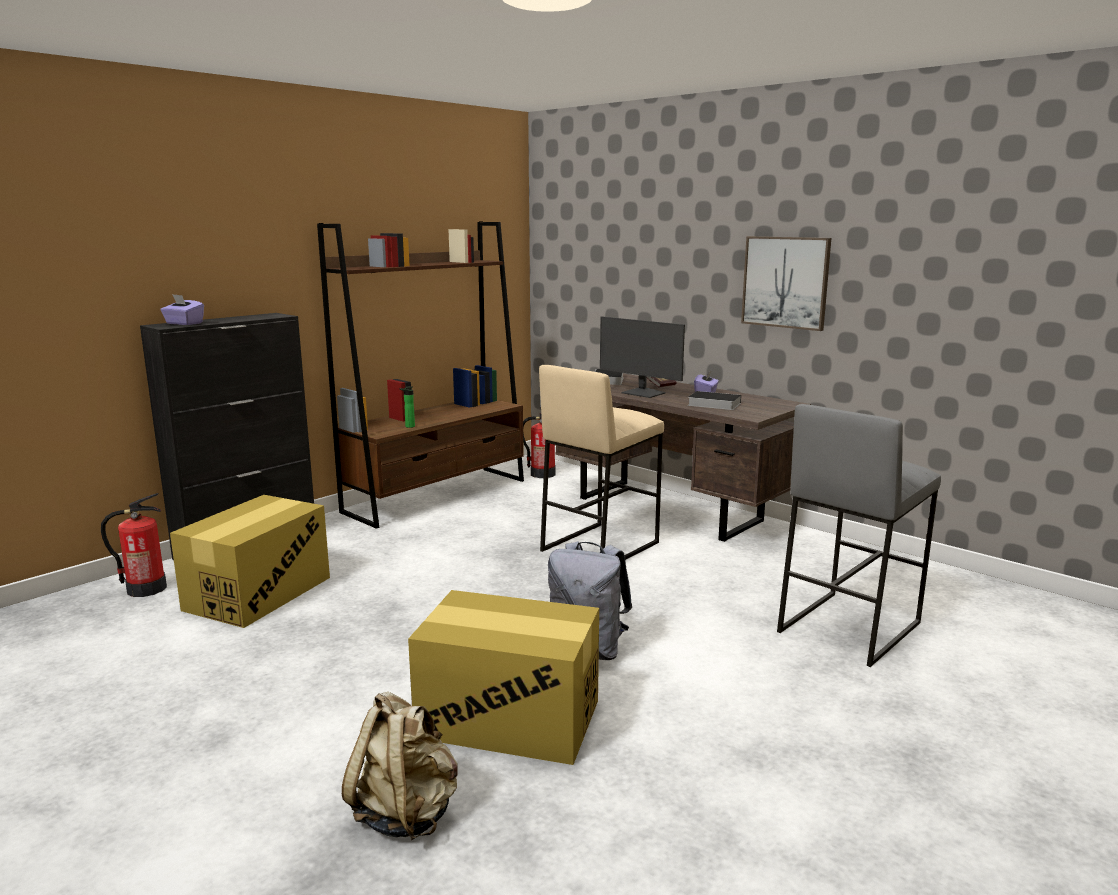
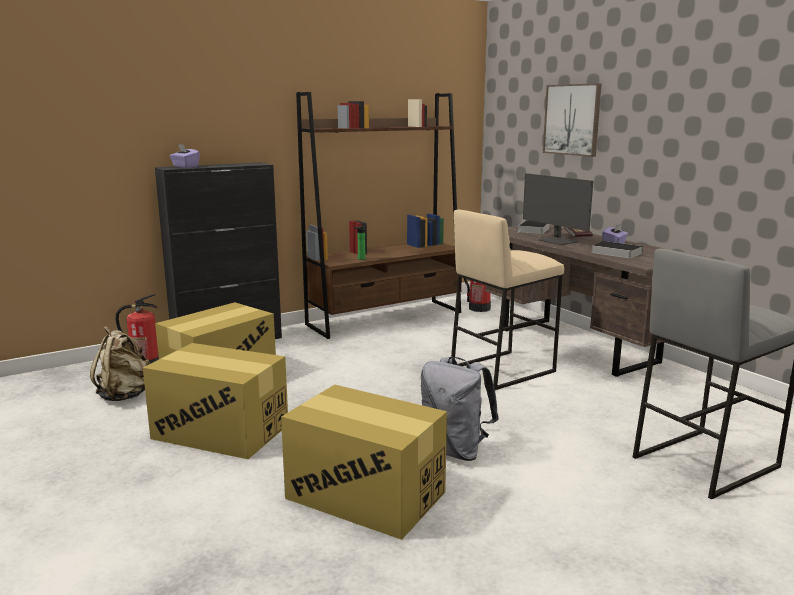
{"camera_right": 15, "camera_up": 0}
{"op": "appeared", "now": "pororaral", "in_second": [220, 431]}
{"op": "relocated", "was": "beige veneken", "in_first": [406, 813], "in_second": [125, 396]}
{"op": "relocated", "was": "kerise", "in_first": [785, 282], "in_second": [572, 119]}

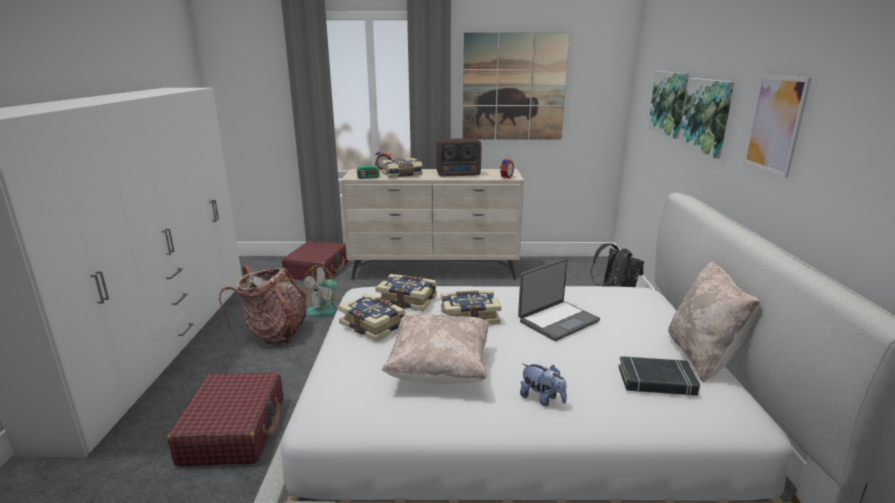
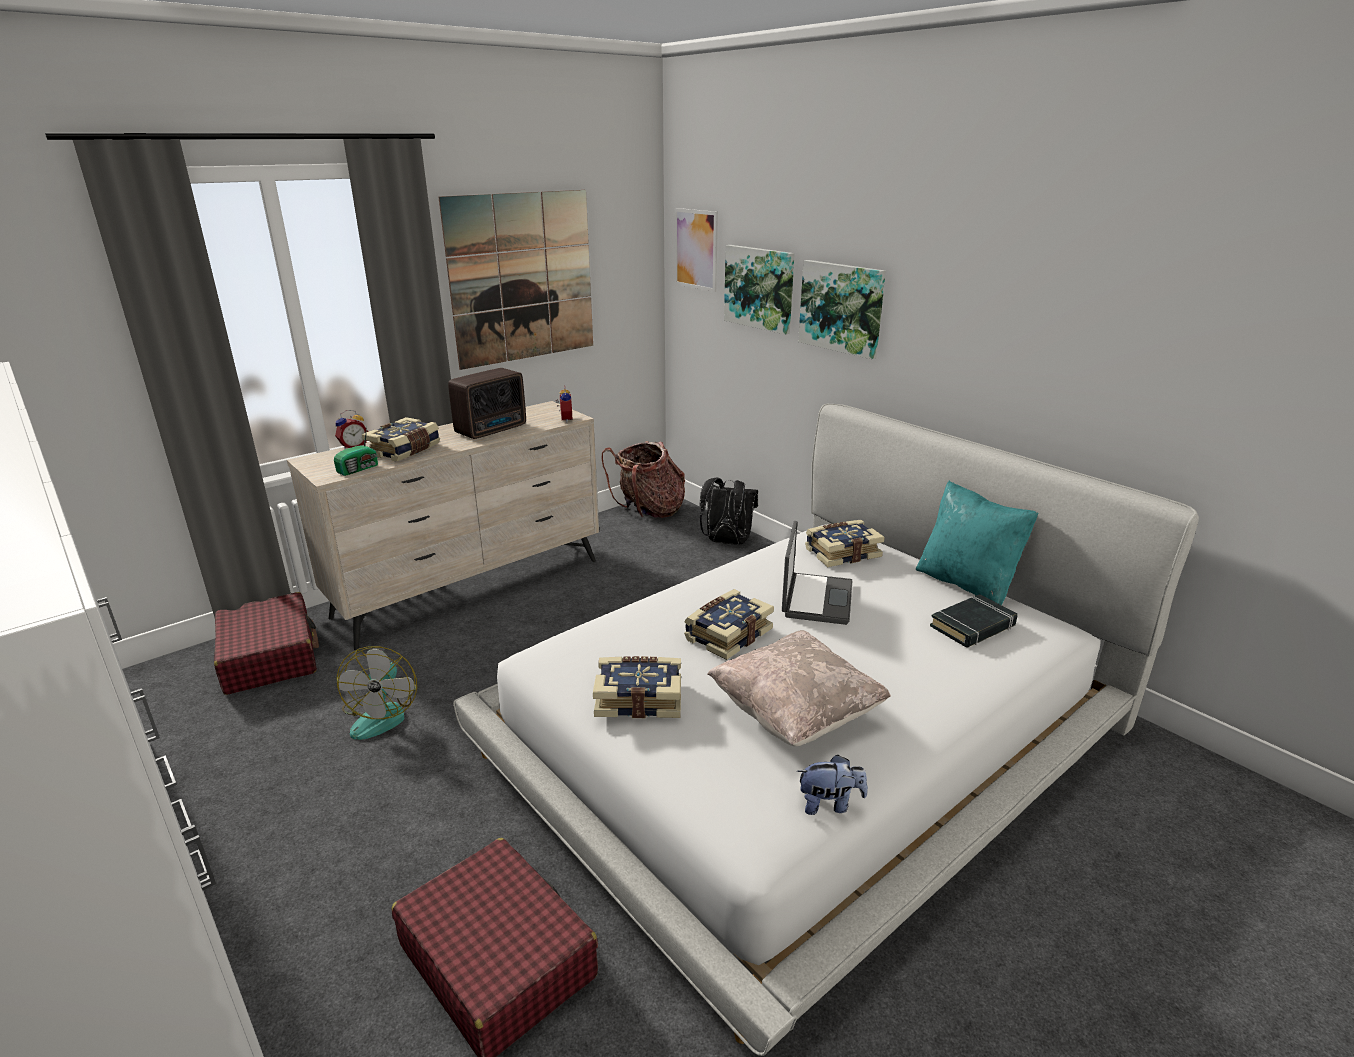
{"camera_right": -40, "camera_up": 5}
{"op": "relocated", "was": "veneken", "in_first": [274, 333], "in_second": [649, 511]}
{"op": "relocated", "was": "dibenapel", "in_first": [407, 300], "in_second": [842, 553]}
{"op": "relocated", "was": "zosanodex", "in_first": [542, 399], "in_second": [829, 804]}
{"op": "relocated", "was": "kerise", "in_first": [775, 124], "in_second": [696, 249]}
{"op": "colour", "was": "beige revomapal", "now": "turquoise revomapal", "in_first": [702, 356], "in_second": [966, 584]}

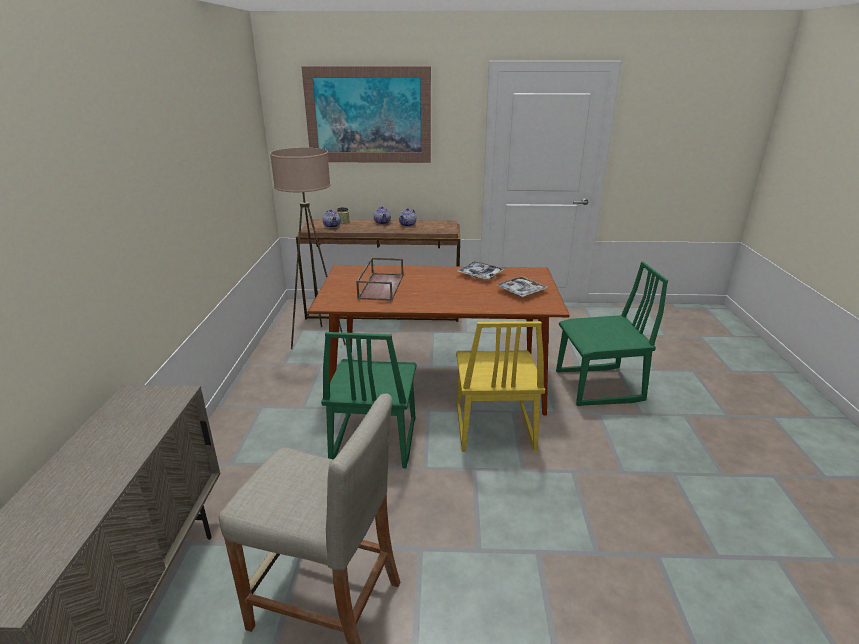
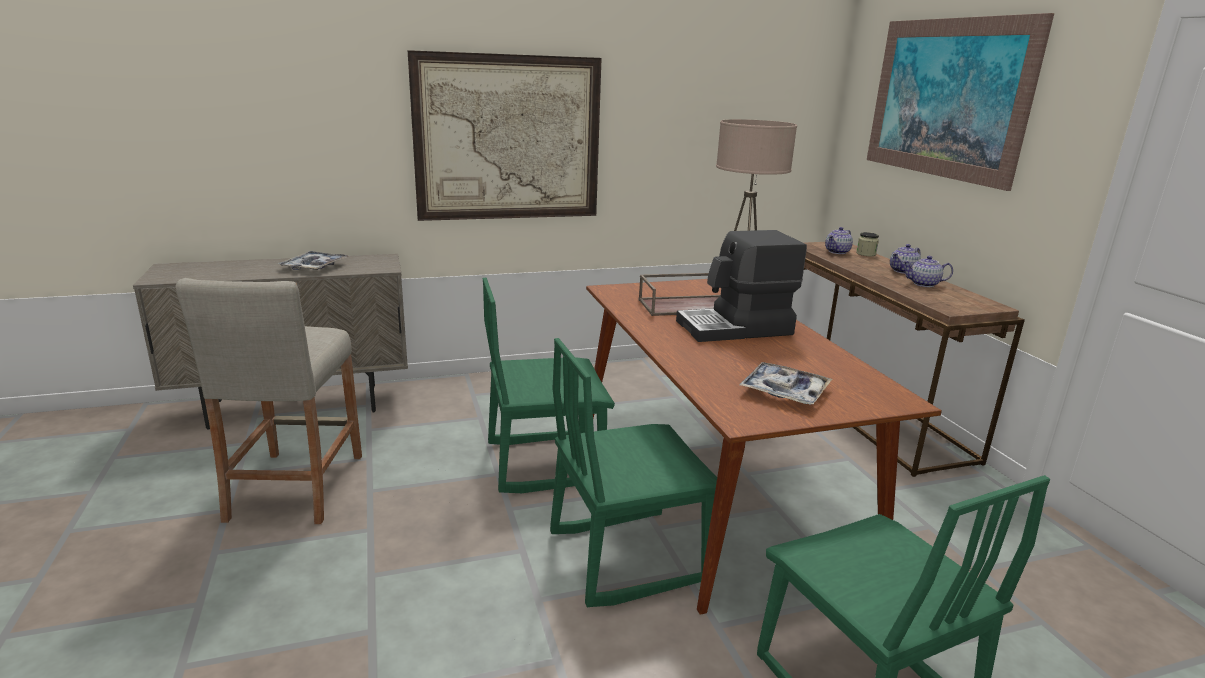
{"camera_right": 70, "camera_up": -5}
{"op": "appeared", "now": "kerise", "in_second": [508, 139]}
{"op": "appeared", "now": "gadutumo", "in_second": [736, 328]}
{"op": "relocated", "was": "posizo", "in_first": [480, 275], "in_second": [314, 267]}
{"op": "colour", "was": "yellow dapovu", "now": "green dapovu", "in_first": [493, 428], "in_second": [626, 556]}

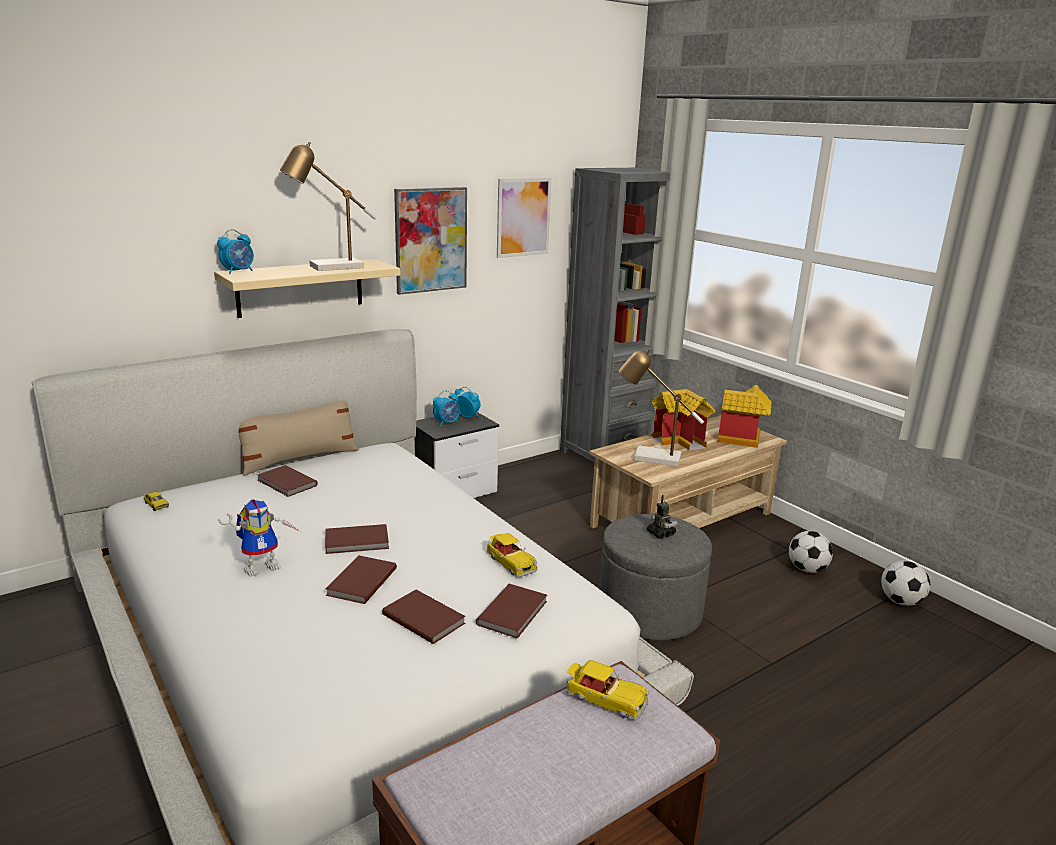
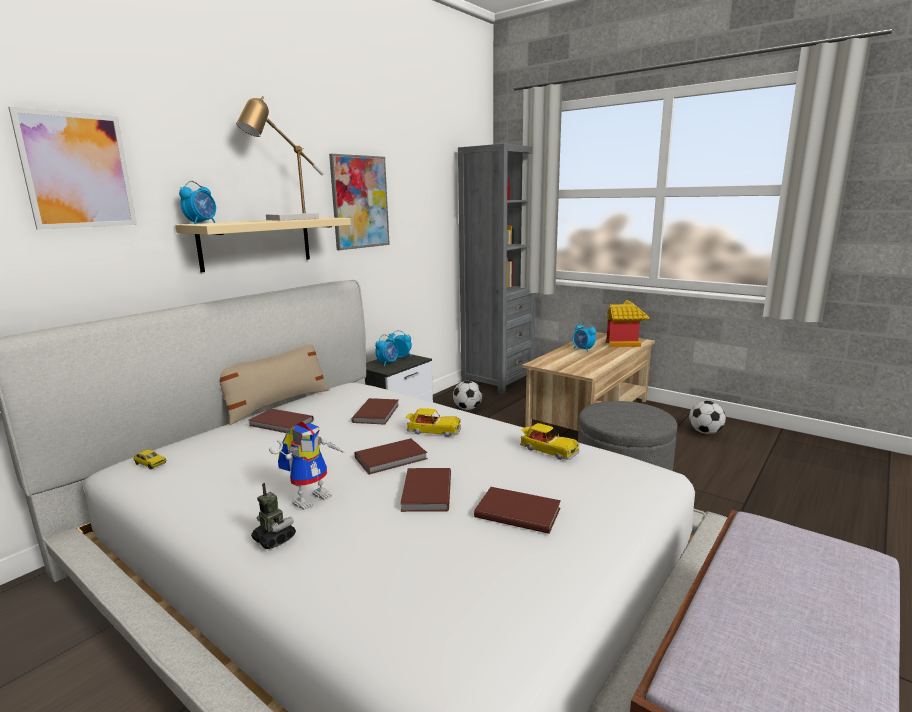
{"camera_right": -15, "camera_up": -5}
{"op": "missing", "was": "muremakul", "in_first": [650, 457]}
{"op": "relocated", "was": "brown dibenapel", "in_first": [514, 613], "in_second": [377, 413]}
{"op": "relocated", "was": "kerise", "in_first": [523, 217], "in_second": [77, 171]}
{"op": "relocated", "was": "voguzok", "in_first": [604, 699], "in_second": [433, 431]}
{"op": "relocated", "was": "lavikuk", "in_first": [660, 534], "in_second": [274, 539]}
{"op": "relocated", "was": "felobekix", "in_first": [900, 601], "in_second": [467, 408]}
{"op": "exchanged", "was": "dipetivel", "now": "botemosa", "in_first": [681, 441], "in_second": [583, 350]}

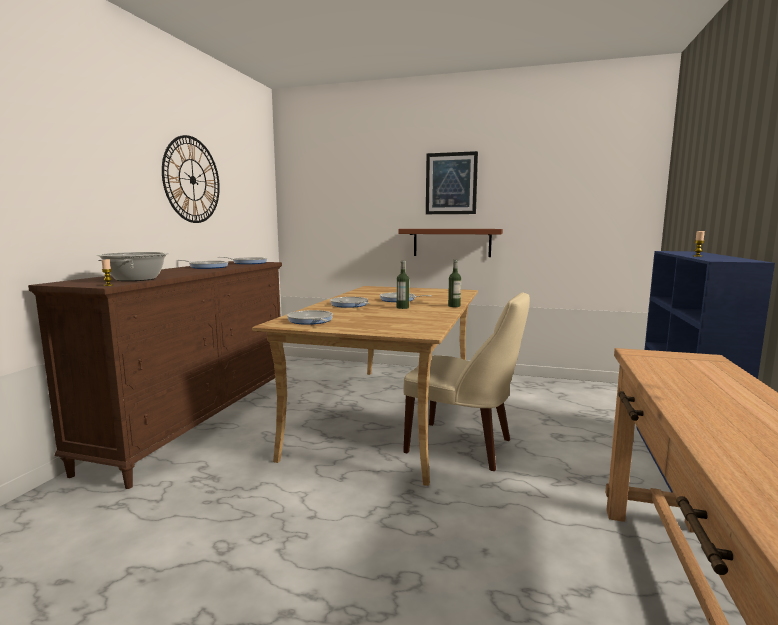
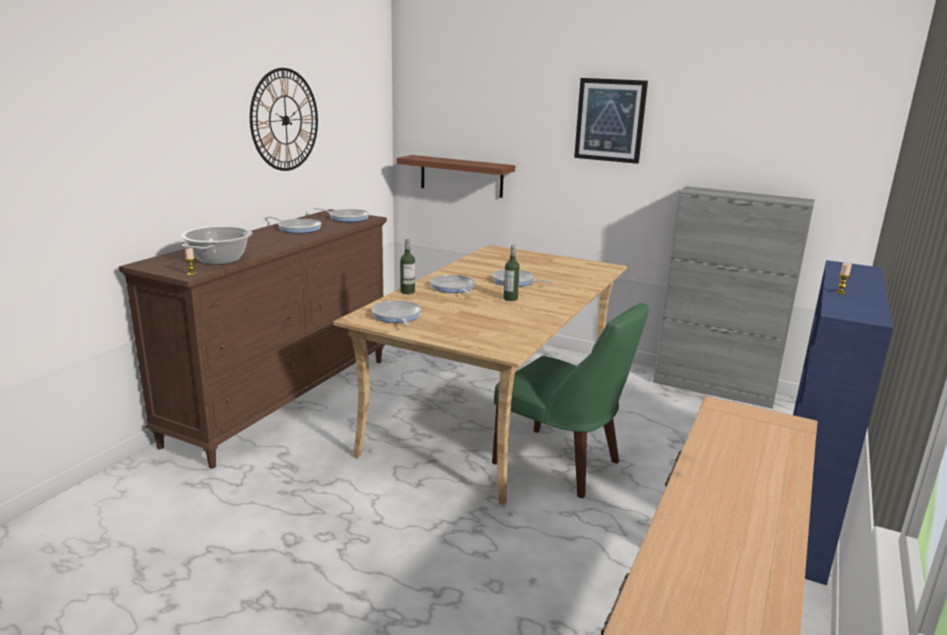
{"camera_right": 10, "camera_up": 10}
{"op": "appeared", "now": "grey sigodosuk", "in_second": [714, 388]}
{"op": "relocated", "was": "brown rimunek", "in_first": [452, 242], "in_second": [461, 176]}
{"op": "relocated", "was": "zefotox", "in_first": [454, 306], "in_second": [407, 292]}
{"op": "colour", "was": "beige dapovu", "now": "green dapovu", "in_first": [464, 447], "in_second": [562, 464]}

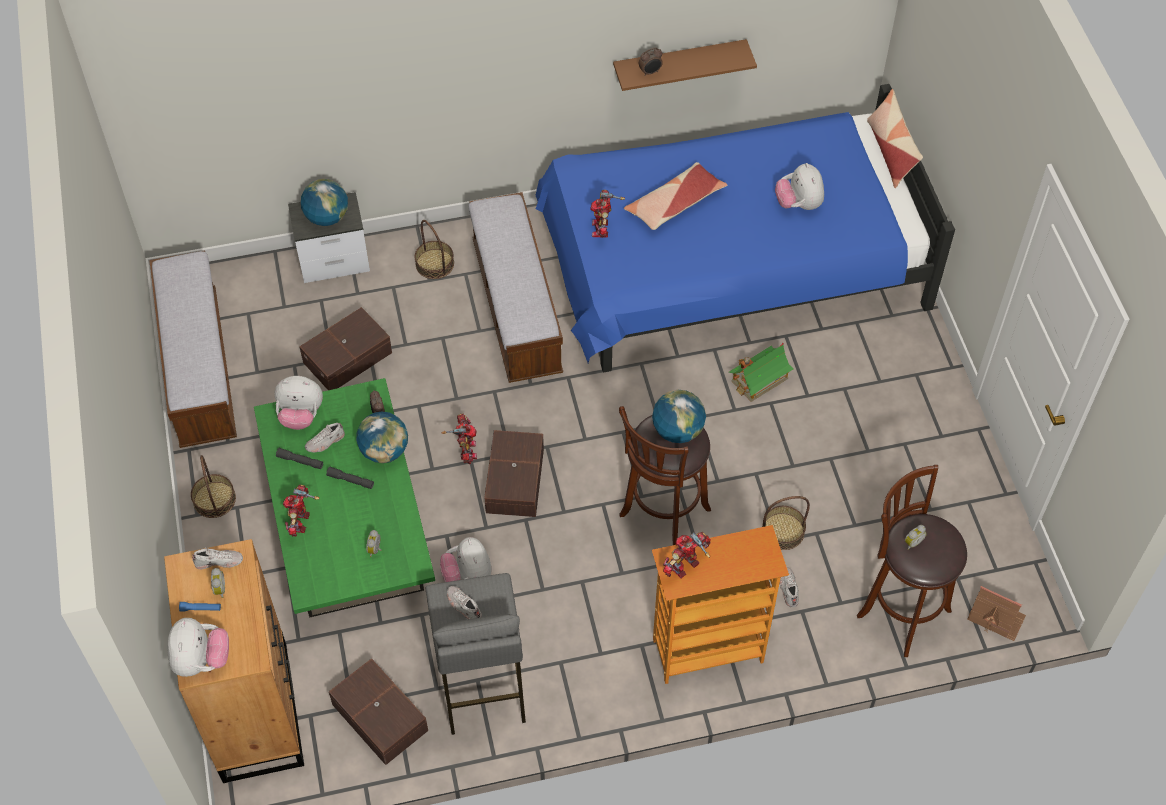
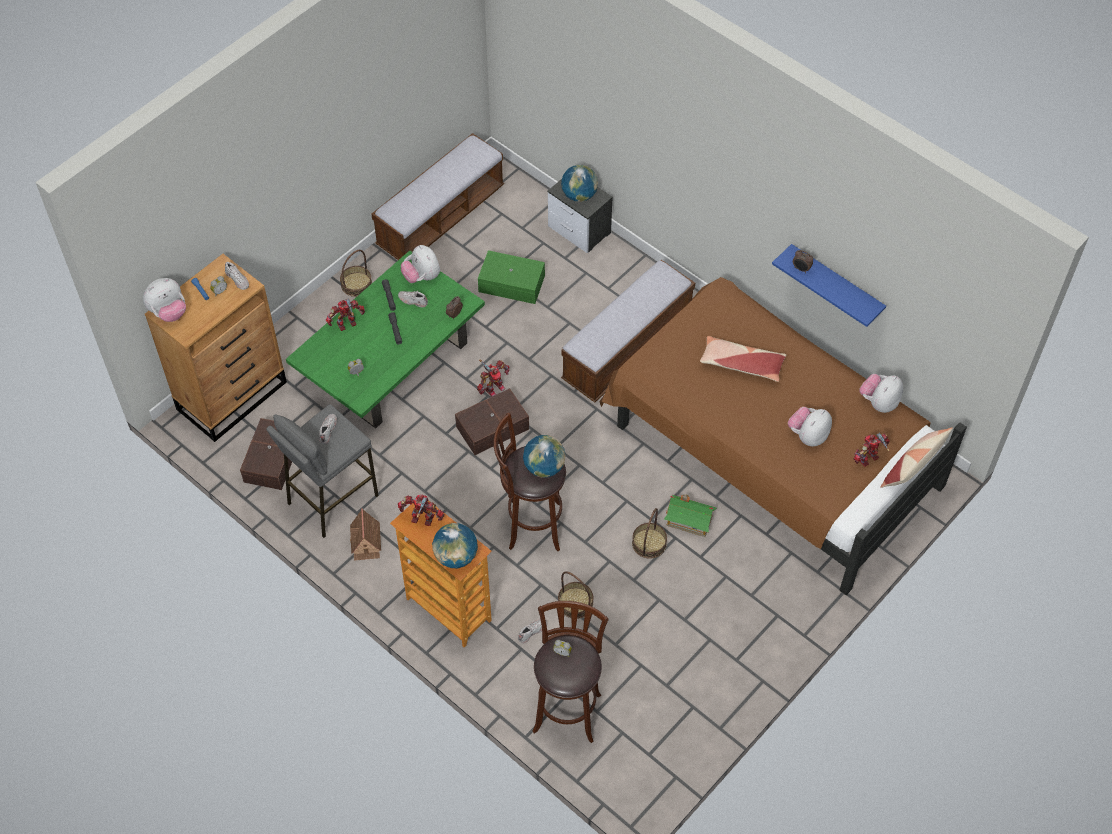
{"camera_right": 55, "camera_up": 0}
{"op": "relocated", "was": "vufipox", "in_first": [384, 451], "in_second": [456, 556]}
{"op": "relocated", "was": "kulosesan", "in_first": [435, 264], "in_second": [649, 543]}
{"op": "relocated", "was": "zosanodex", "in_first": [467, 575], "in_second": [879, 402]}
{"op": "relocated", "was": "lavikuk", "in_first": [602, 229], "in_second": [868, 459]}
{"op": "relocated", "was": "dipetivel", "in_first": [995, 617], "in_second": [366, 542]}
{"op": "colour", "was": "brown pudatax", "now": "green pudatax", "in_first": [349, 358], "in_second": [512, 284]}
{"op": "colour", "was": "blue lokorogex", "now": "brown lokorogex", "in_first": [729, 268], "in_second": [769, 448]}
{"op": "colour", "was": "brown rimunek", "now": "blue rimunek", "in_first": [679, 63], "in_second": [836, 284]}

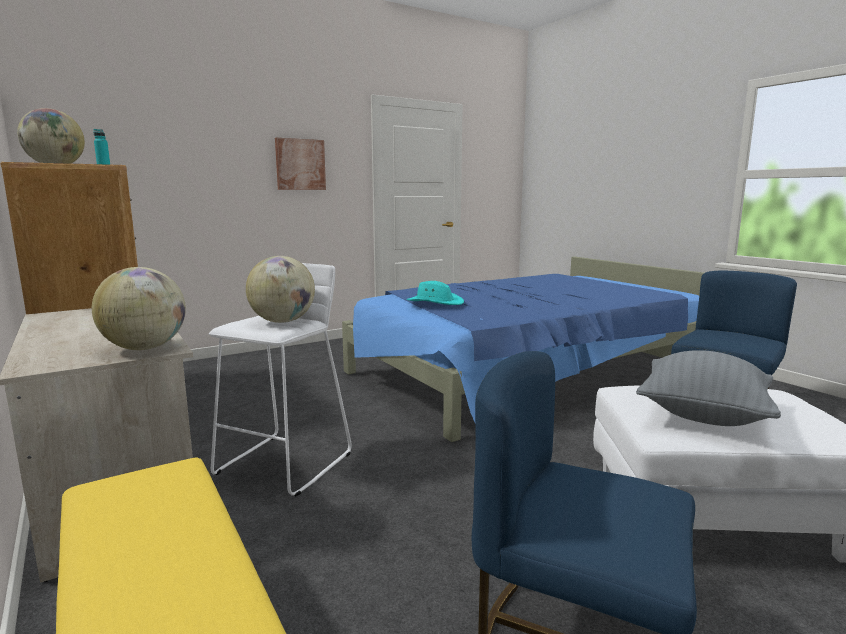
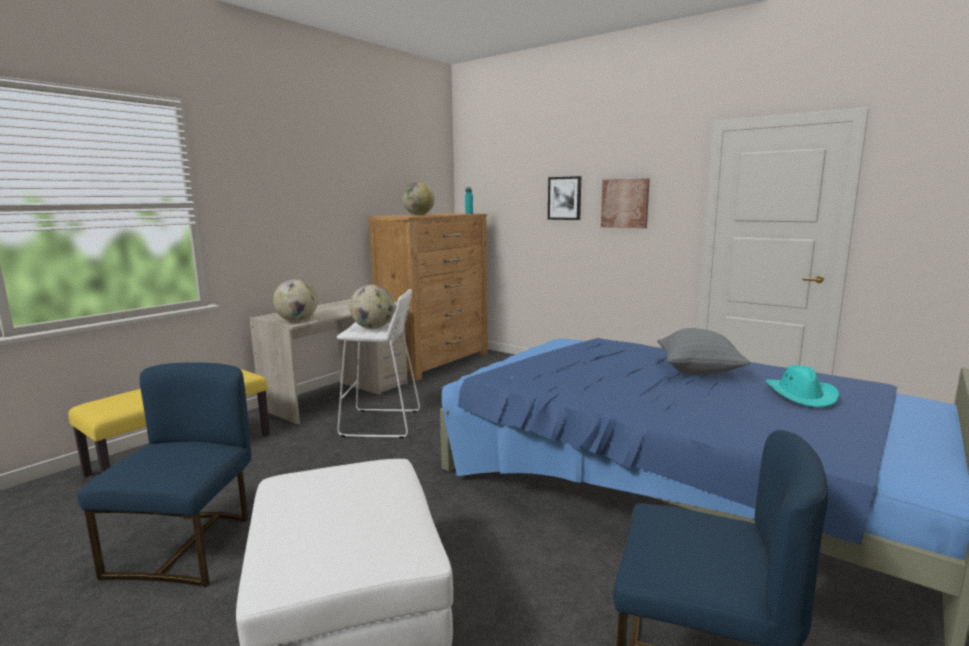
{"camera_right": 70, "camera_up": 0}
{"op": "appeared", "now": "kerise", "in_second": [564, 198]}
{"op": "relocated", "was": "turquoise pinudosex", "in_first": [435, 302], "in_second": [801, 395]}
{"op": "relocated", "was": "grey revomapal", "in_first": [703, 415], "in_second": [698, 371]}

